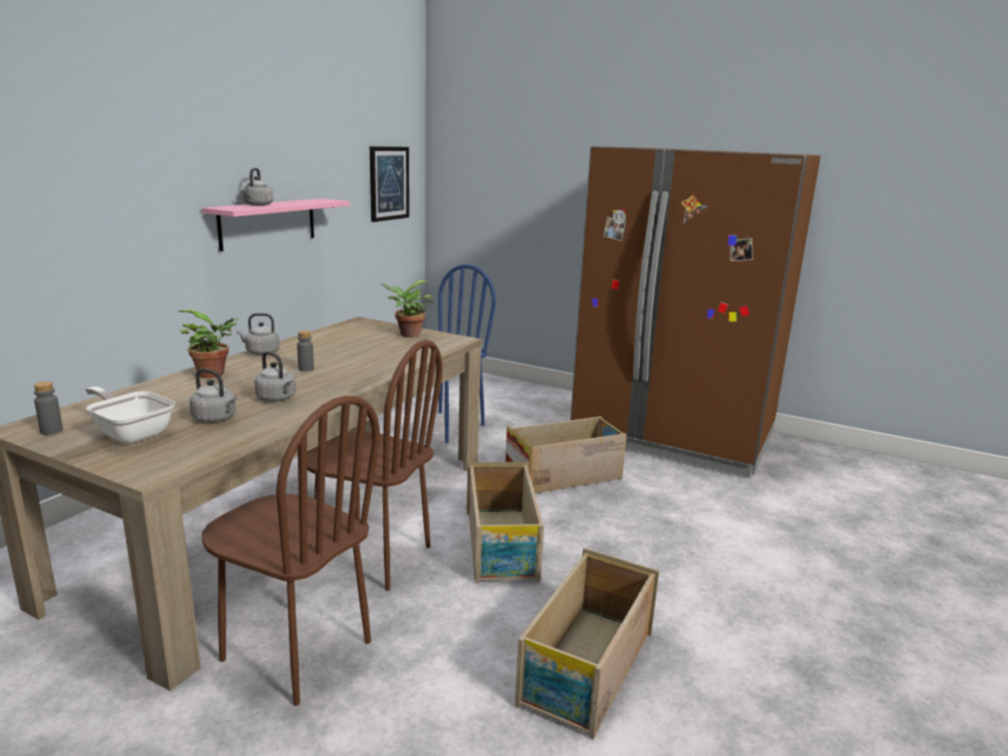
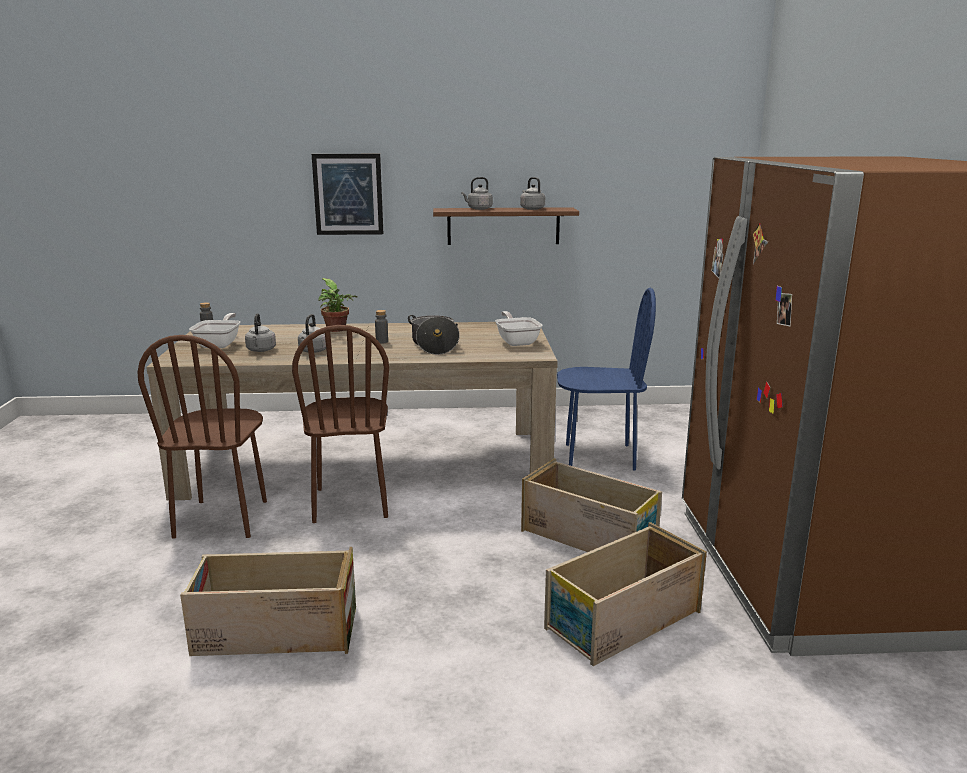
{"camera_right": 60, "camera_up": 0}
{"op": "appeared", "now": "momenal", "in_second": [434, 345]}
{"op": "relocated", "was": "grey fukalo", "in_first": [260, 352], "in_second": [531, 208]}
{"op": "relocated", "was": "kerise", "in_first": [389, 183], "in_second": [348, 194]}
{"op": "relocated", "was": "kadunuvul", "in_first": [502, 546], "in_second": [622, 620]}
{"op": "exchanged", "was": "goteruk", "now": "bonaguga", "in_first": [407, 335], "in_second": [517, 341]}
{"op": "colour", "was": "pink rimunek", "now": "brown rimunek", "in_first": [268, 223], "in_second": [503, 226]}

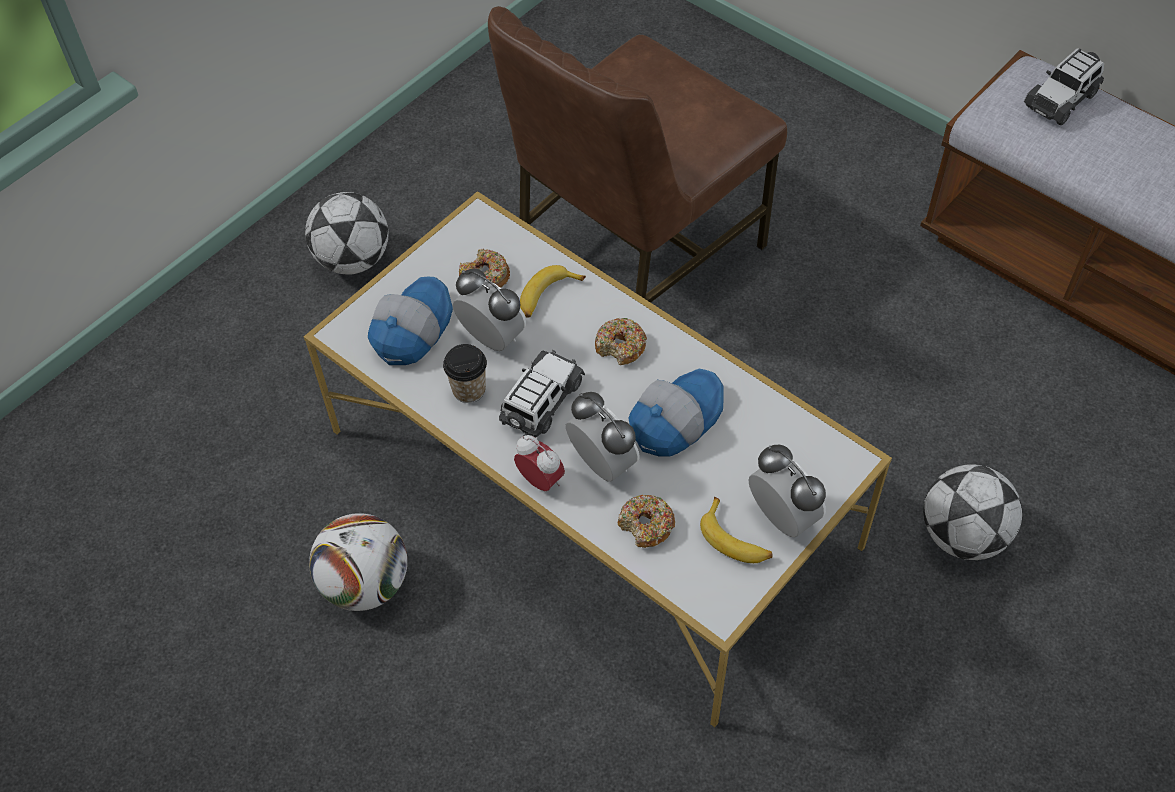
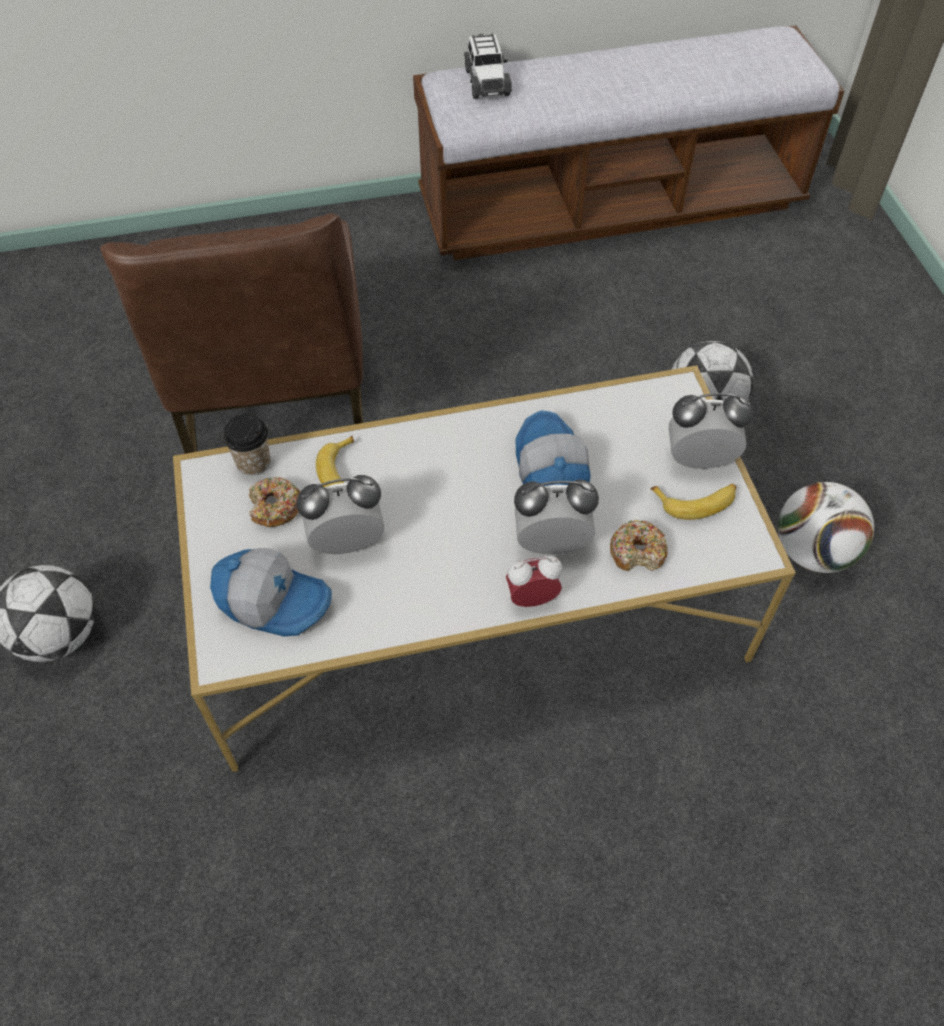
{"camera_right": -55, "camera_up": 0}
{"op": "missing", "was": "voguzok", "in_first": [541, 402]}
{"op": "missing", "was": "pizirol", "in_first": [621, 347]}
{"op": "relocated", "was": "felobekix", "in_first": [365, 583], "in_second": [812, 551]}
{"op": "relocated", "was": "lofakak", "in_first": [469, 390], "in_second": [253, 463]}
{"op": "spun", "was": "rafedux", "in_first": [410, 329], "in_second": [274, 599], "clockwise": 135}

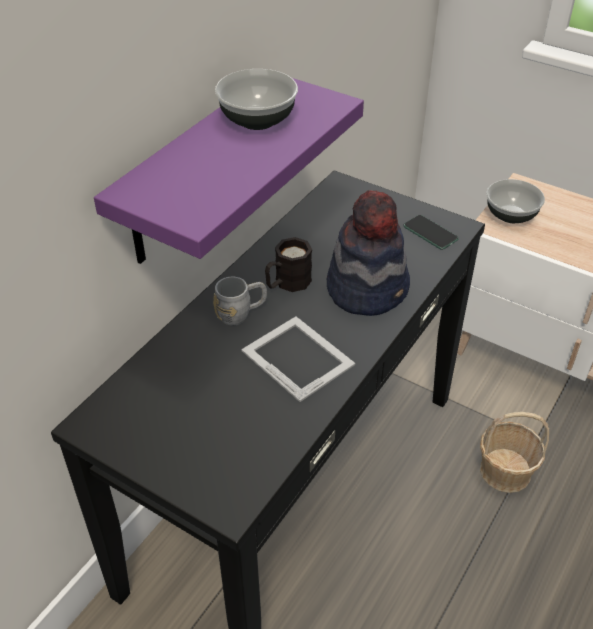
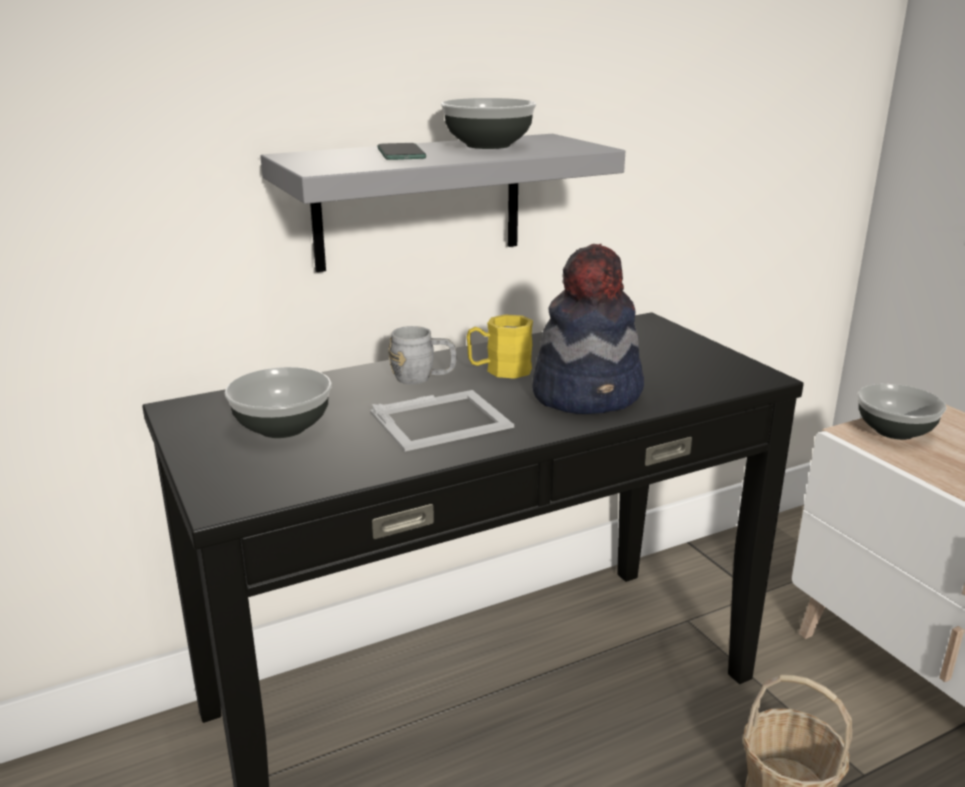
{"camera_right": 30, "camera_up": -20}
{"op": "appeared", "now": "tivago", "in_second": [283, 428]}
{"op": "relocated", "was": "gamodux", "in_first": [430, 233], "in_second": [401, 154]}
{"op": "colour", "was": "purple rimunek", "now": "grey rimunek", "in_first": [195, 171], "in_second": [419, 201]}
{"op": "colour", "was": "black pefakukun", "now": "yellow pefakukun", "in_first": [287, 283], "in_second": [499, 370]}
{"op": "spun", "was": "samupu", "in_first": [297, 356], "in_second": [443, 420], "clockwise": 75}

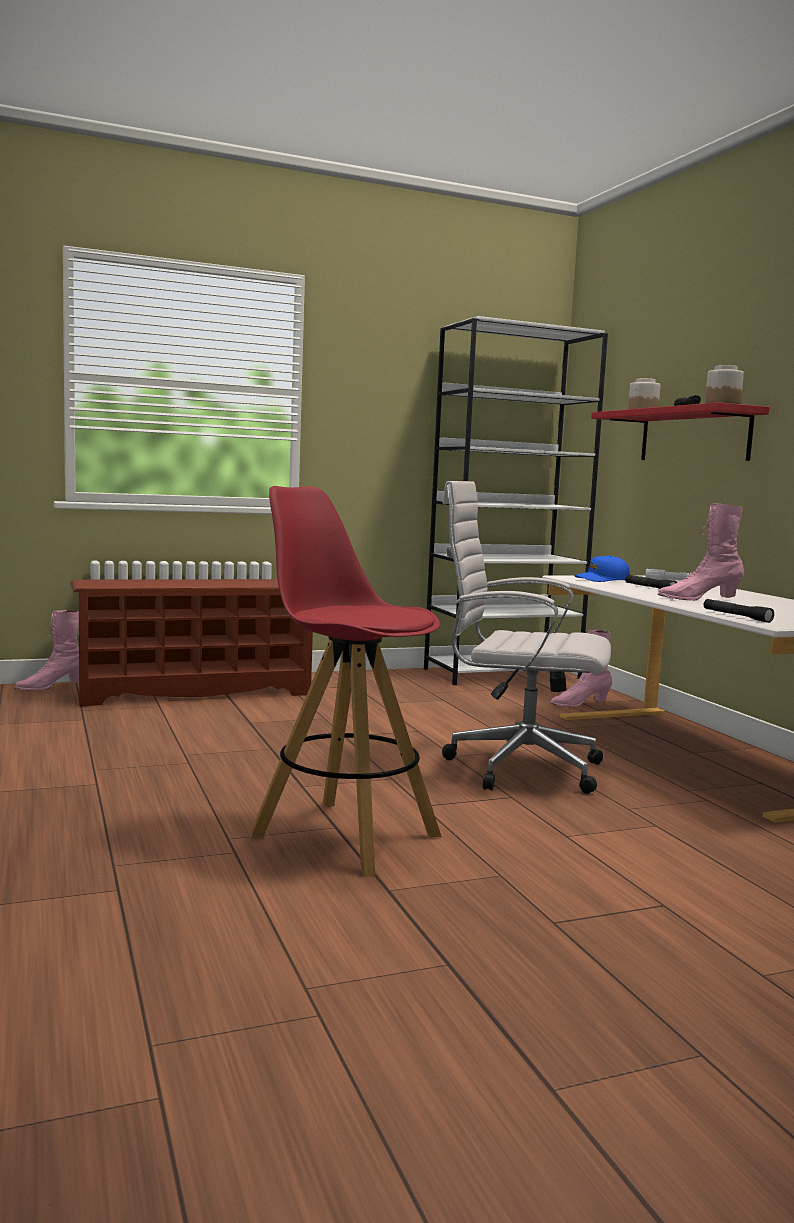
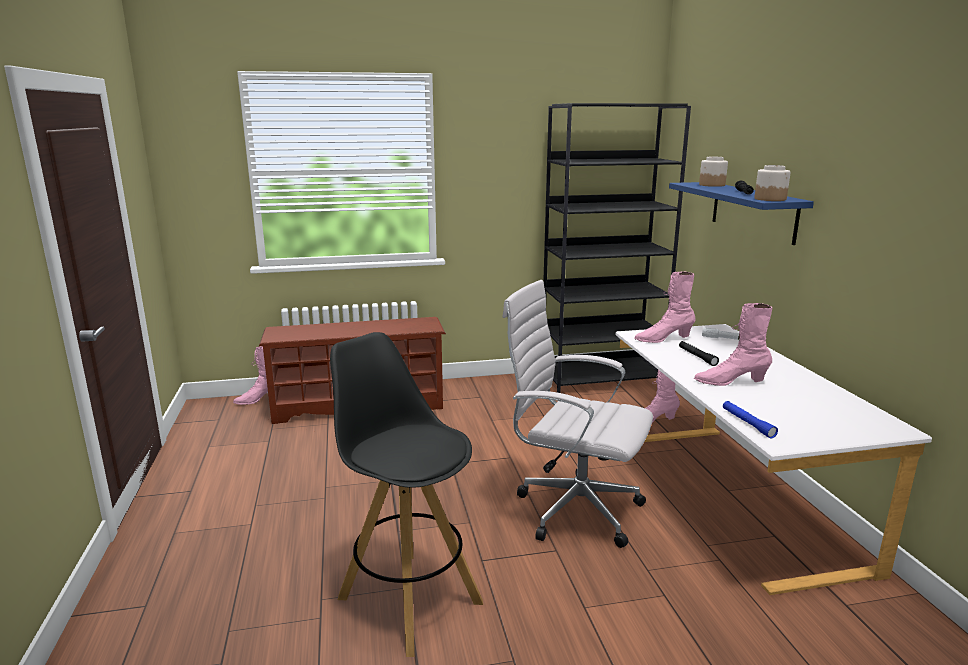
{"camera_right": 10, "camera_up": 10}
{"op": "exchanged", "was": "blue rafedux", "now": "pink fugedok", "in_first": [602, 580], "in_second": [663, 339]}
{"op": "colour", "was": "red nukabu", "now": "black nukabu", "in_first": [344, 835], "in_second": [408, 598]}
{"op": "colour", "was": "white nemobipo", "now": "black nemobipo", "in_first": [502, 673], "in_second": [601, 379]}
{"op": "colour", "was": "red rimunek", "now": "blue rimunek", "in_first": [694, 436], "in_second": [753, 211]}
{"op": "colour", "was": "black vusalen", "now": "blue vusalen", "in_first": [736, 616], "in_second": [747, 423]}

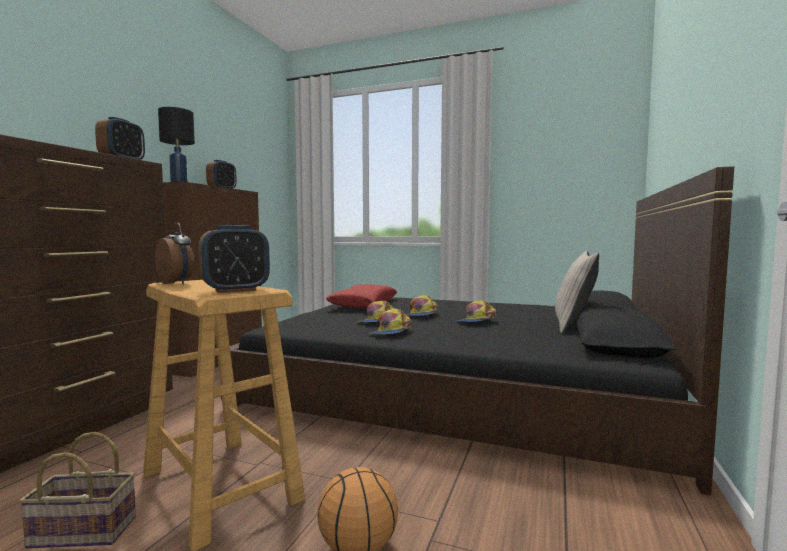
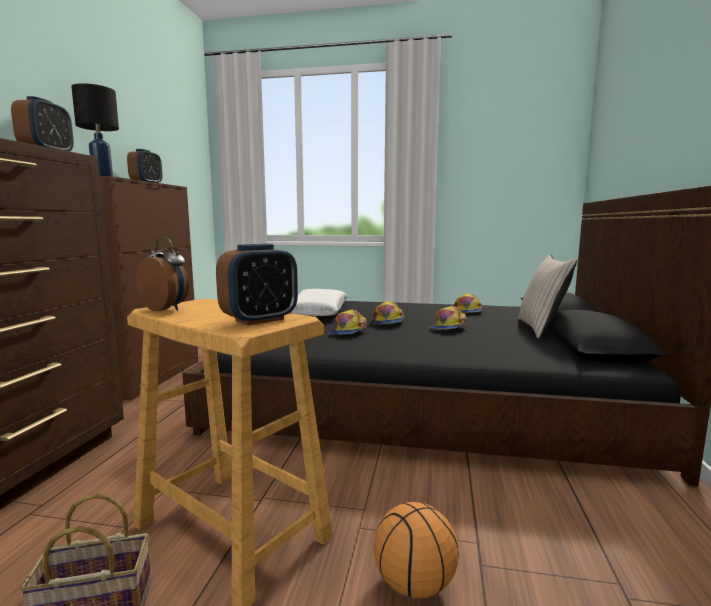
{"camera_right": -10, "camera_up": 5}
{"op": "relocated", "was": "rafedux", "in_first": [391, 332], "in_second": [467, 311]}
{"op": "colour", "was": "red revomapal", "now": "white revomapal", "in_first": [363, 305], "in_second": [317, 312]}

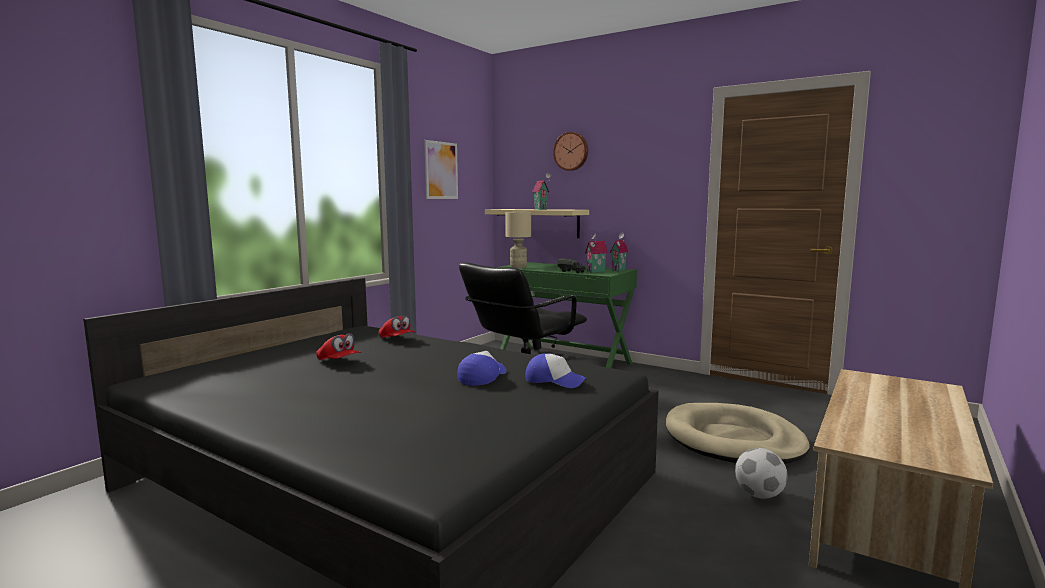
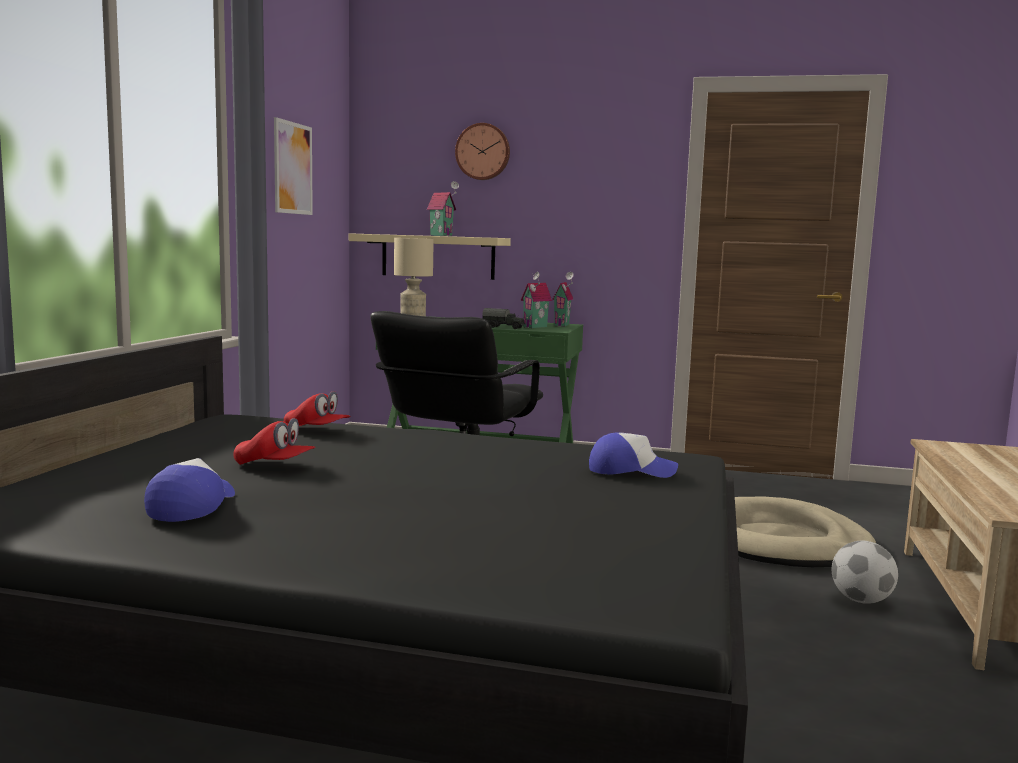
{"camera_right": -20, "camera_up": 0}
{"op": "relocated", "was": "rafedux", "in_first": [482, 377], "in_second": [192, 505]}

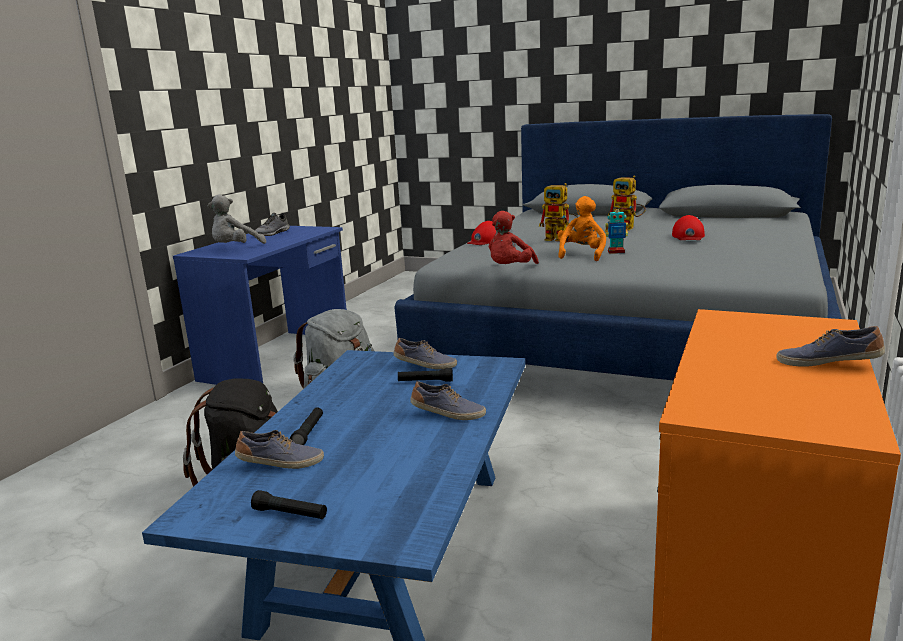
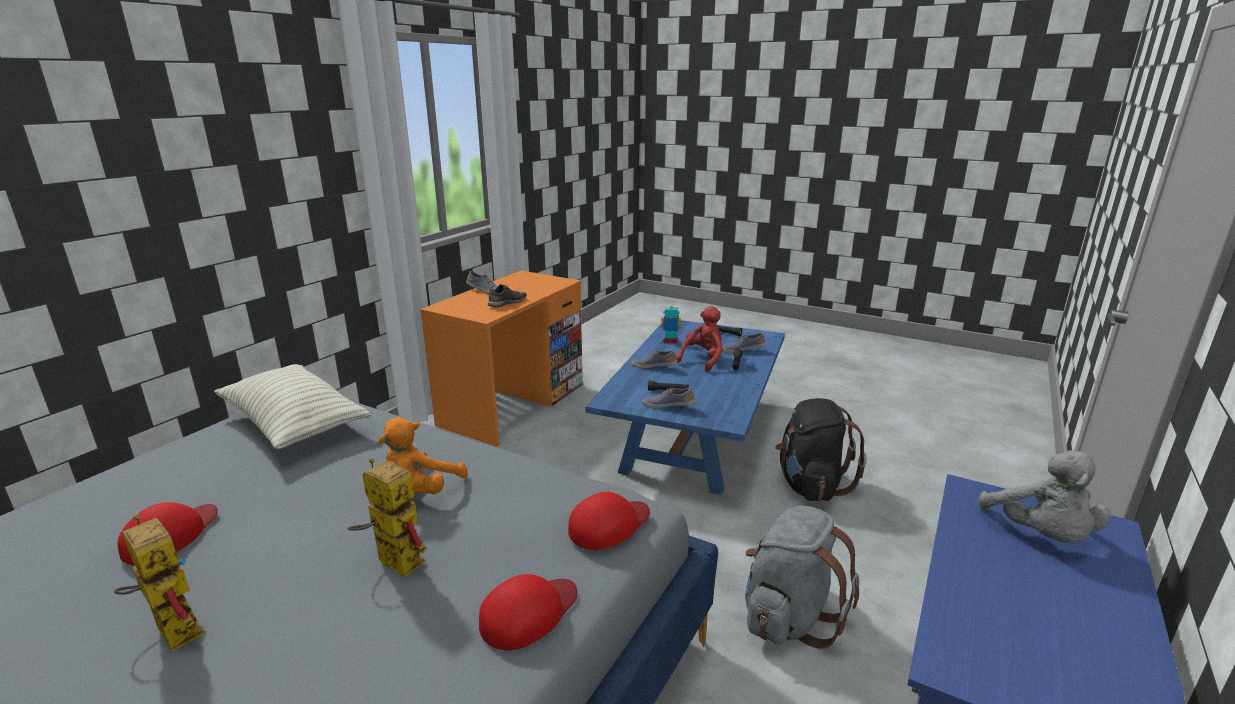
{"camera_right": -175, "camera_up": 5}
{"op": "appeared", "now": "revomapal", "in_second": [294, 424]}
{"op": "appeared", "now": "red rafedux", "in_second": [609, 525]}
{"op": "relocated", "was": "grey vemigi", "in_first": [272, 233], "in_second": [507, 303]}
{"op": "relocated", "was": "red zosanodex", "in_first": [509, 270], "in_second": [703, 360]}
{"op": "relocated", "was": "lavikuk", "in_first": [616, 252], "in_second": [670, 341]}
{"op": "spun", "was": "grey zosanodex", "in_first": [235, 248], "in_second": [1040, 535], "clockwise": 135}

